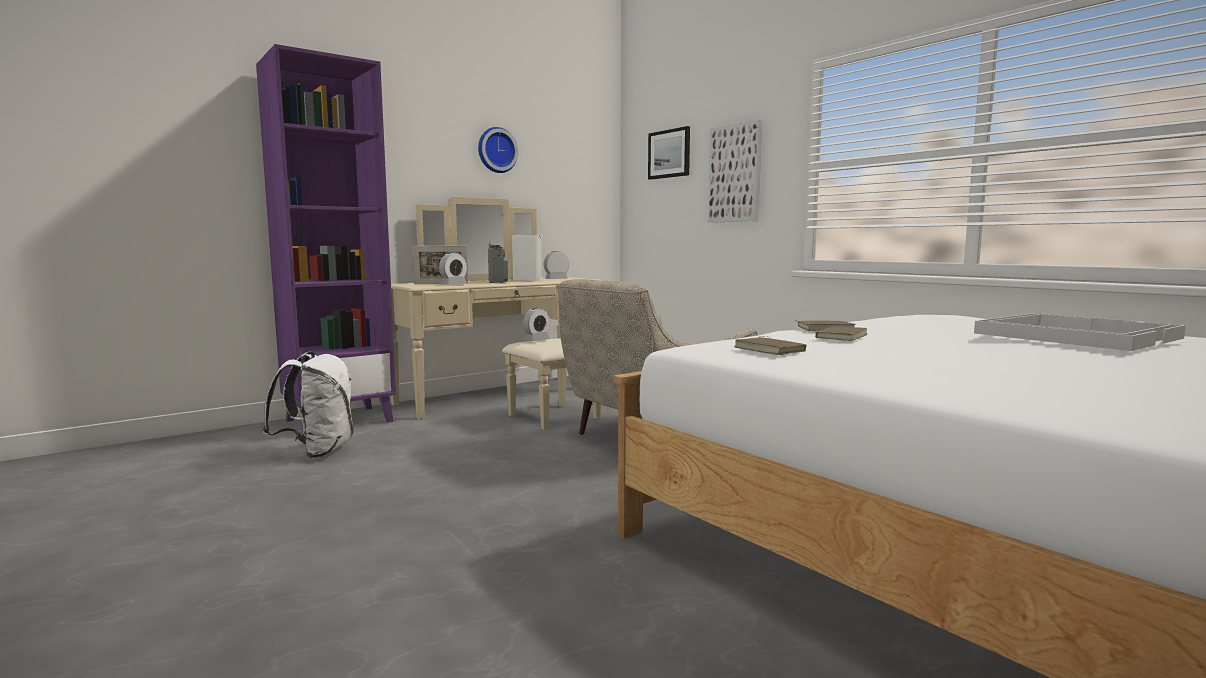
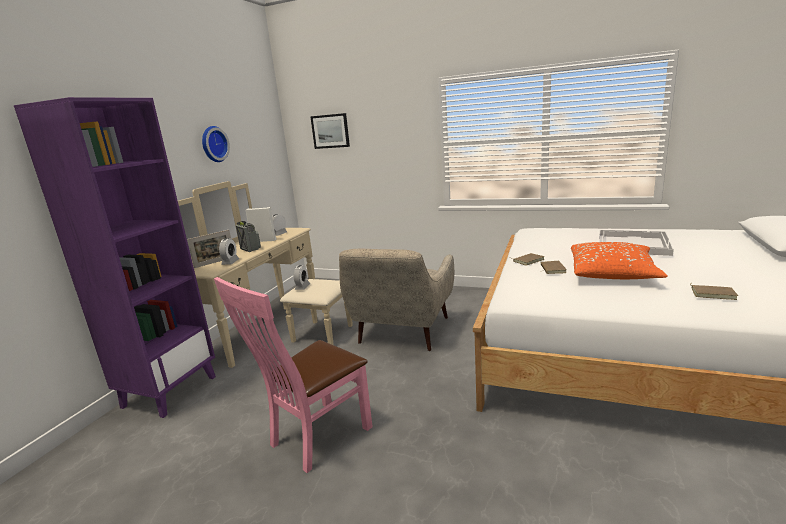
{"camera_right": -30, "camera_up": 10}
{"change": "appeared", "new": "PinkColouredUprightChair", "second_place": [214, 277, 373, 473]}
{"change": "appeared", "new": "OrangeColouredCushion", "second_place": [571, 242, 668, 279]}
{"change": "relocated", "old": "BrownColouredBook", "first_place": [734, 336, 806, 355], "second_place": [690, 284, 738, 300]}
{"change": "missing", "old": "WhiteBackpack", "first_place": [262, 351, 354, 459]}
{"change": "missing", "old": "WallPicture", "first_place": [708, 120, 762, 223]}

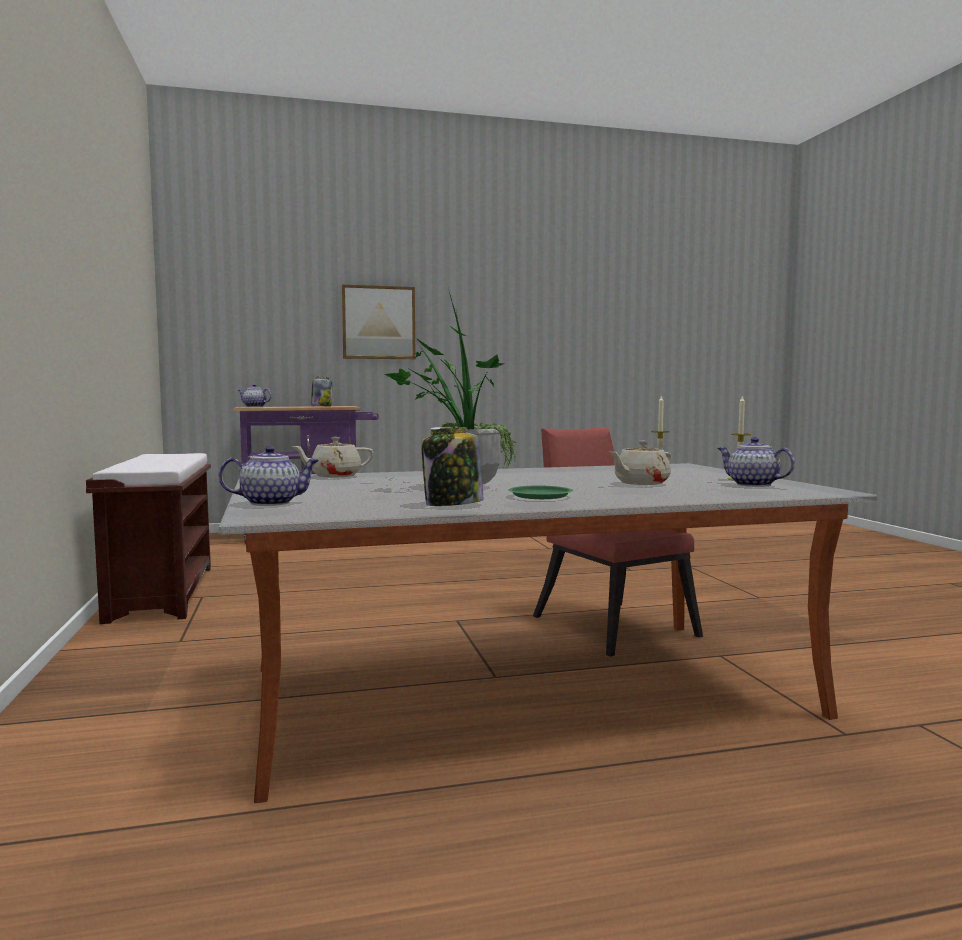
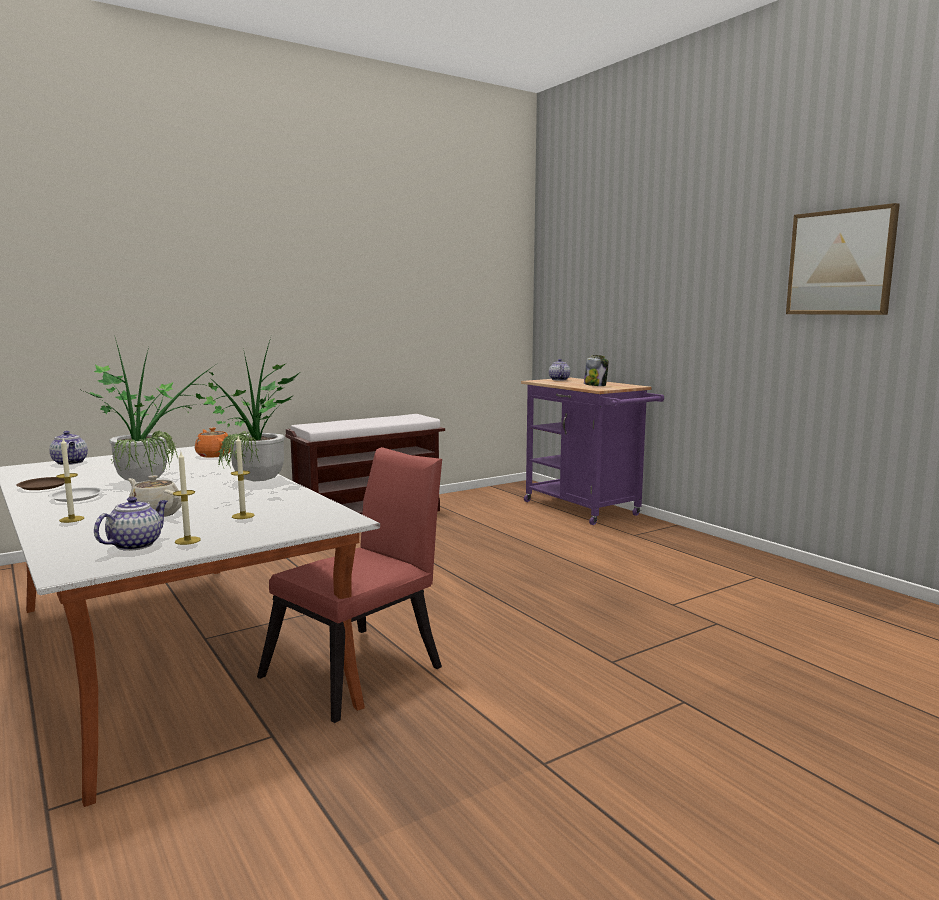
{"camera_right": 70, "camera_up": 5}
{"change": "exchanged", "old": "PreserveJar", "new": "BrownColouredDinnerPlate", "first_place": [421, 427, 484, 506], "second_place": [16, 477, 65, 490]}
{"change": "colour", "old": "GreenDinnerPlate", "new": "WhiteDinnerPlate", "first_place": [508, 486, 573, 499], "second_place": [49, 487, 103, 502]}
{"change": "appeared", "new": "Candle", "second_place": [56, 439, 84, 523]}
{"change": "colour", "old": "SandColouredPotForTea", "new": "OrangeColouredPotForTea", "first_place": [292, 437, 374, 478], "second_place": [195, 427, 230, 458]}
{"change": "appeared", "new": "Houseplant", "second_place": [204, 338, 299, 481]}
{"change": "relocated", "old": "WallPicture", "first_place": [342, 285, 416, 359], "second_place": [786, 203, 900, 315]}

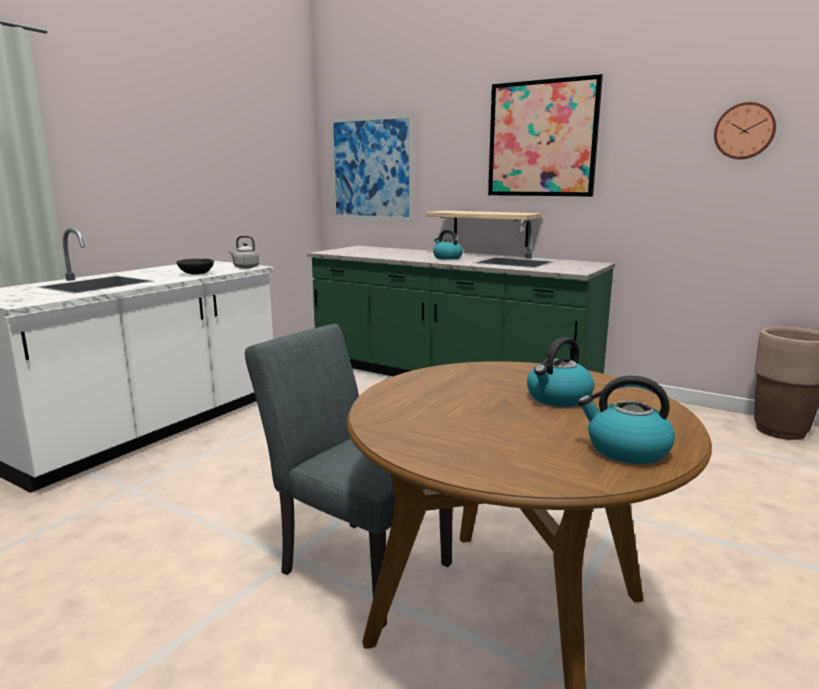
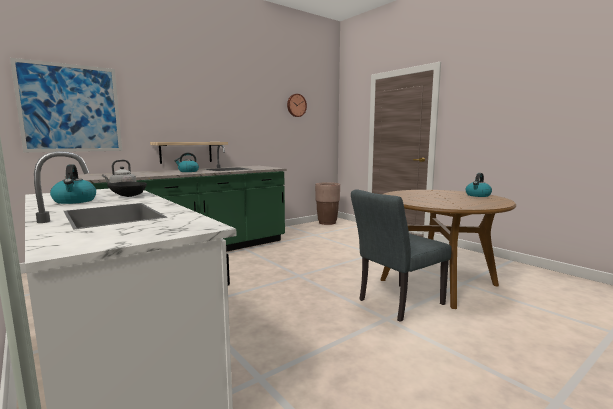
{"camera_right": -70, "camera_up": -5}
{"change": "relocated", "old": "TeaKettle", "first_place": [527, 337, 594, 407], "second_place": [50, 164, 96, 204]}
{"change": "missing", "old": "WallPicture", "first_place": [488, 74, 603, 197]}

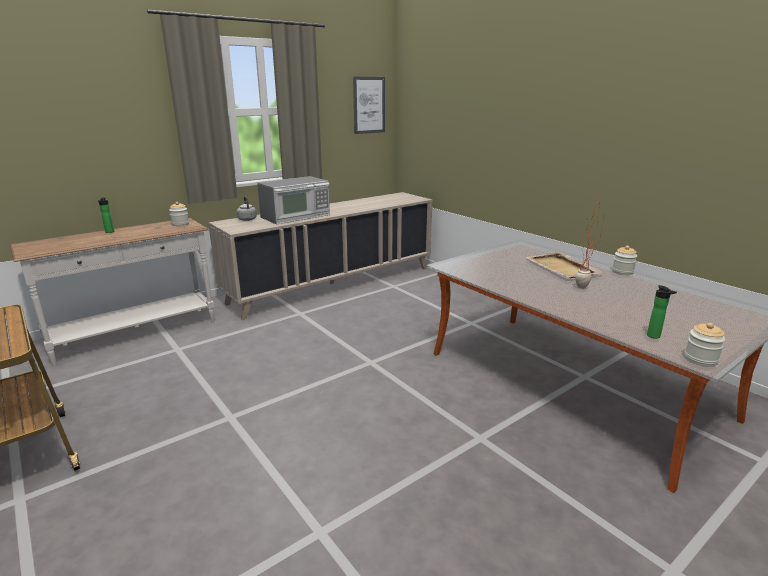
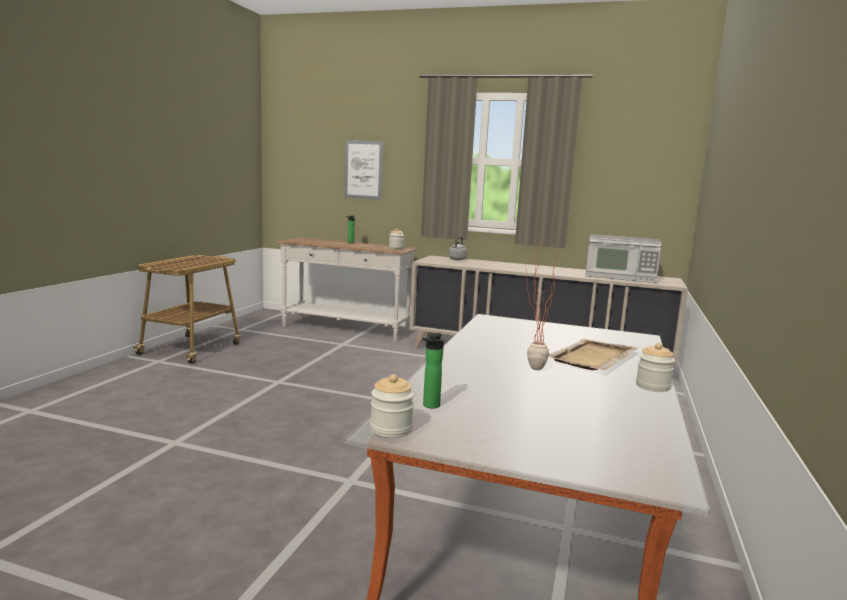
{"camera_right": 55, "camera_up": -10}
{"change": "relocated", "old": "WallPicture", "first_place": [353, 77, 385, 134], "second_place": [344, 140, 383, 200]}
{"change": "relocated", "old": "MicrowaveOven", "first_place": [257, 176, 330, 224], "second_place": [585, 234, 662, 283]}

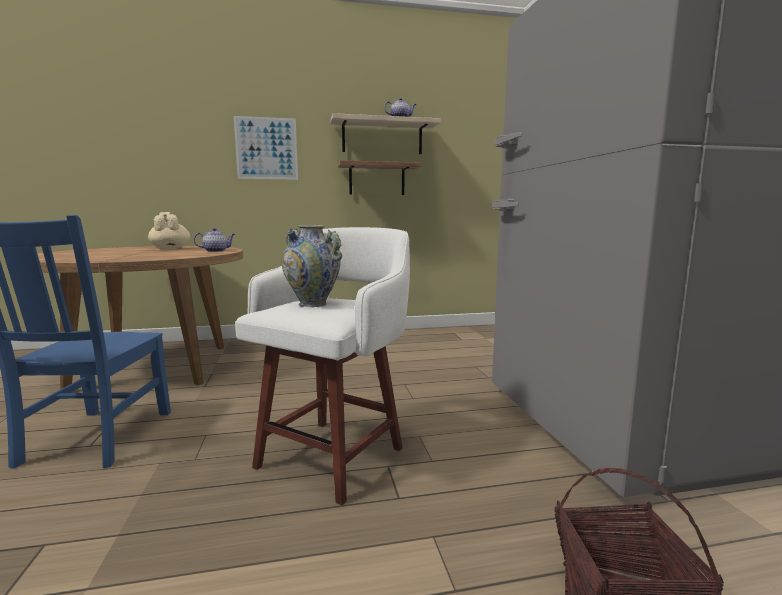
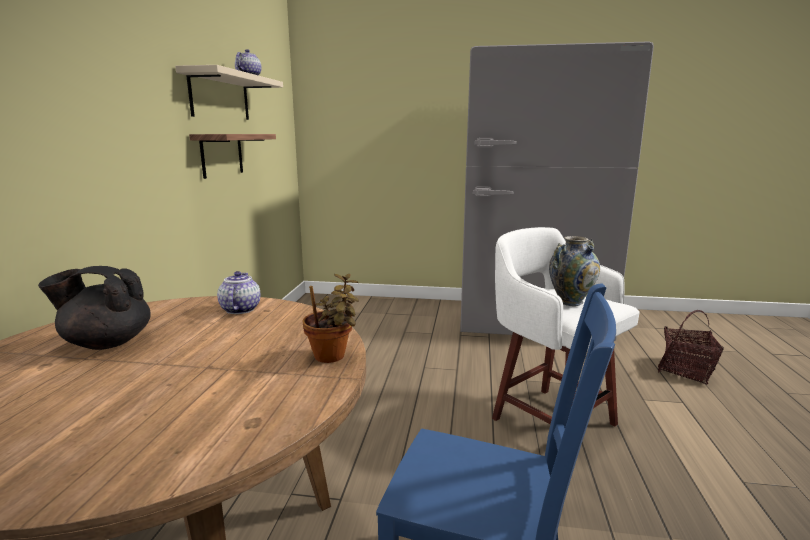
{"camera_right": -70, "camera_up": 5}
{"change": "colour", "old": "SandColouredPotForTea", "new": "BlackColouredPotForTea", "first_place": [148, 212, 190, 250], "second_place": [38, 266, 150, 350]}
{"change": "appeared", "new": "Houseplant", "second_place": [303, 274, 359, 363]}
{"change": "missing", "old": "WallPicture", "first_place": [234, 116, 298, 180]}

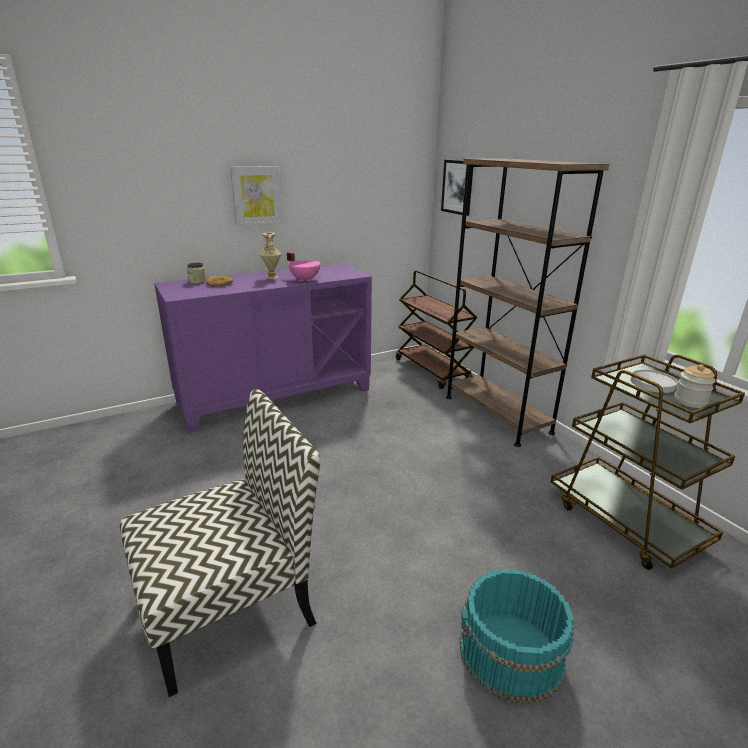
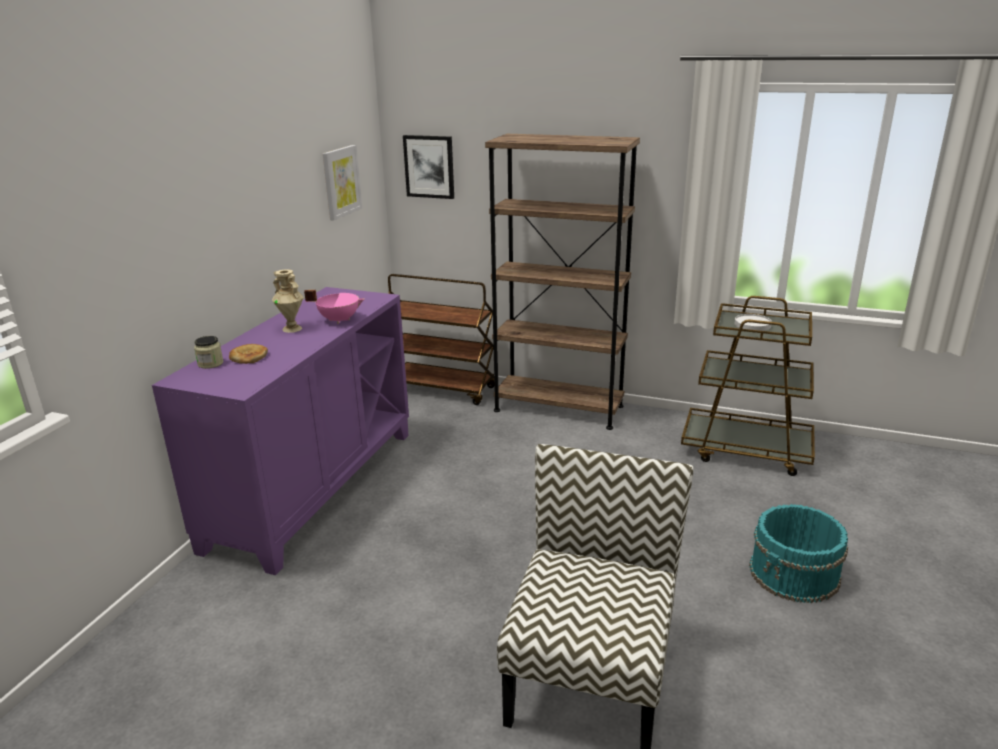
{"camera_right": -40, "camera_up": 0}
{"change": "relocated", "old": "WallPicture", "first_place": [230, 166, 283, 226], "second_place": [323, 145, 362, 221]}
{"change": "missing", "old": "PreserveJar", "first_place": [674, 364, 715, 408]}

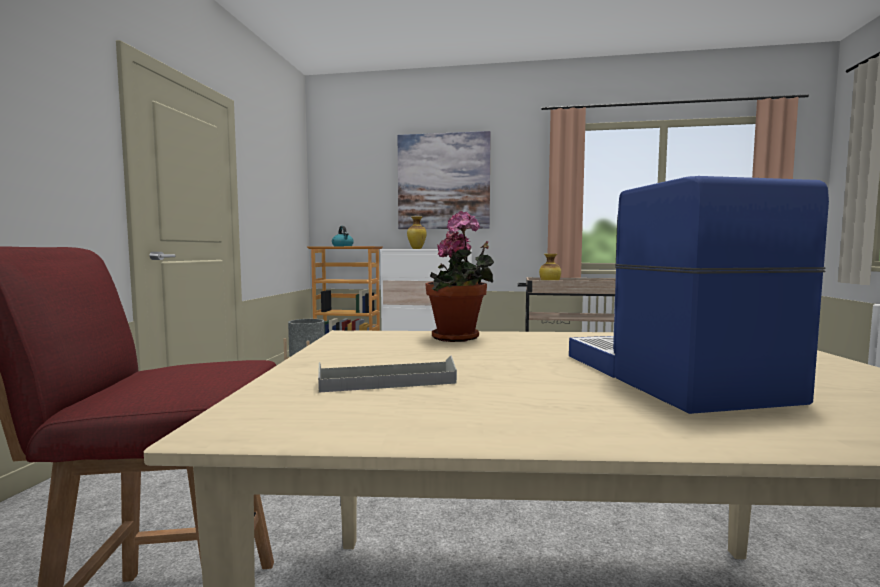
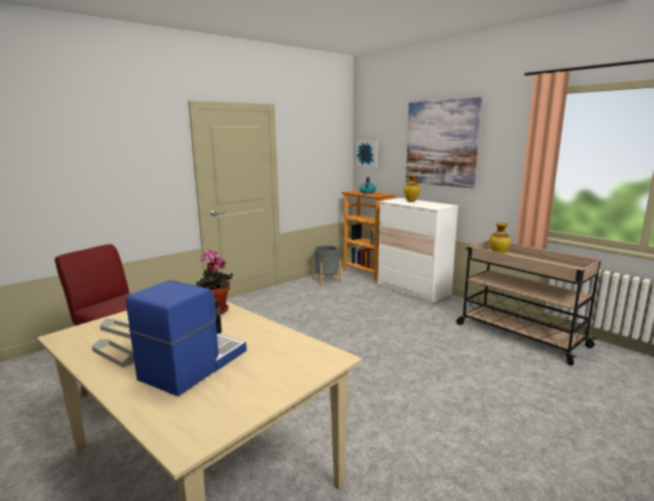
{"camera_right": 40, "camera_up": 10}
{"change": "appeared", "new": "GreyServingTray", "second_place": [92, 339, 134, 368]}
{"change": "appeared", "new": "WallPicture", "second_place": [356, 139, 378, 168]}

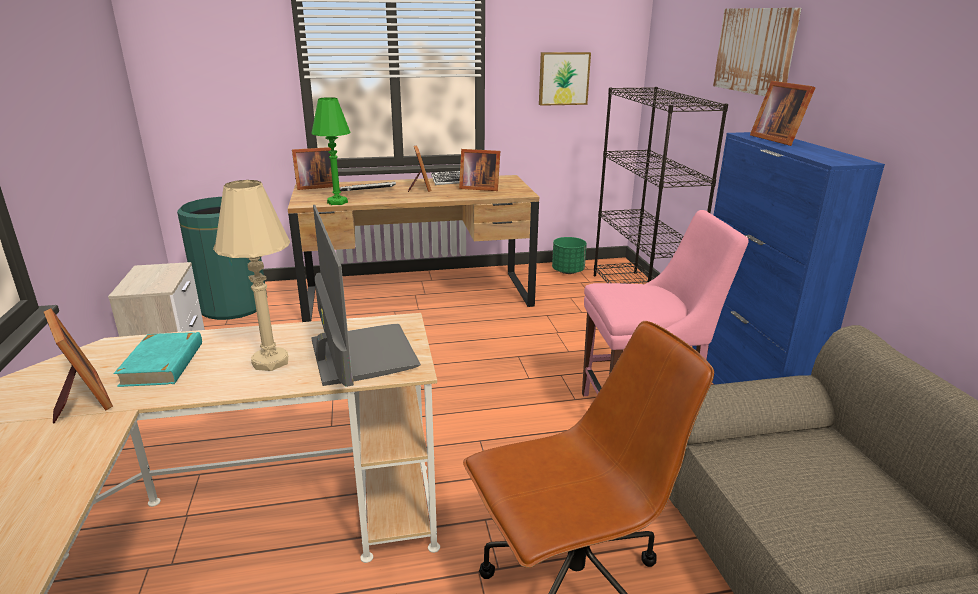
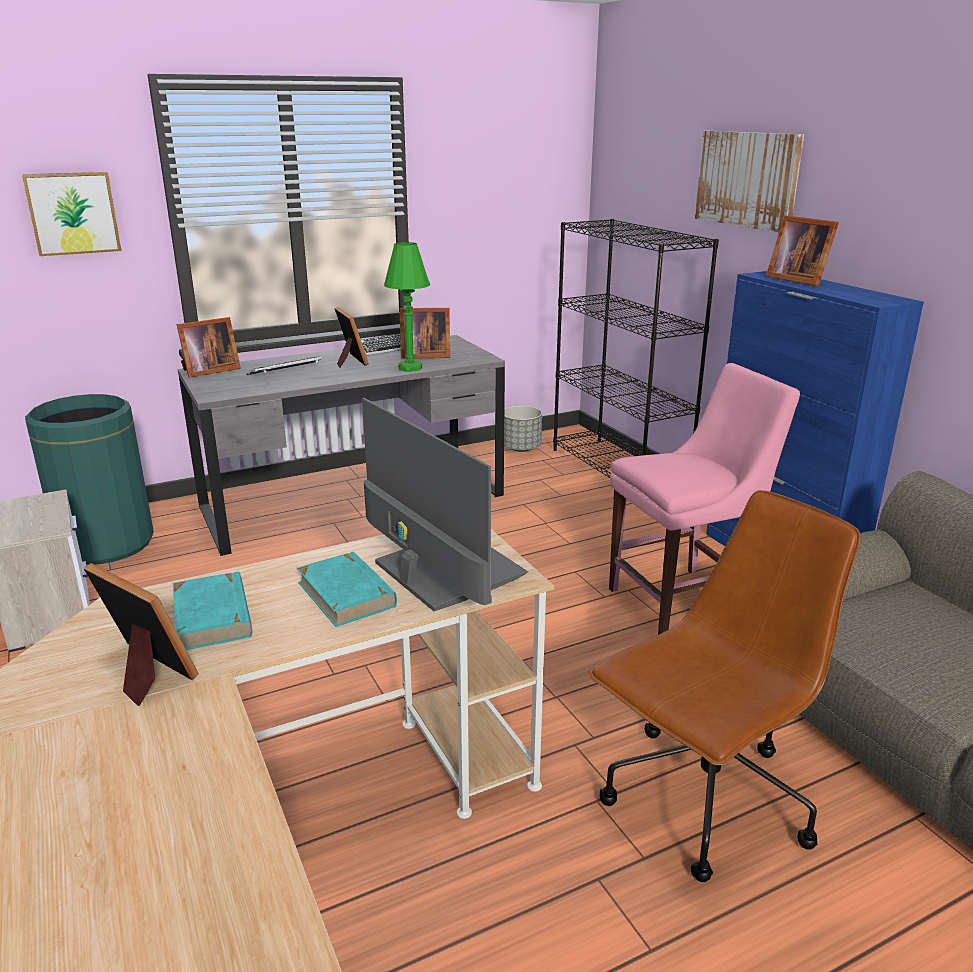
{"camera_right": -15, "camera_up": 0}
{"change": "relocated", "old": "WallPicture", "first_place": [539, 52, 591, 106], "second_place": [22, 172, 121, 256]}
{"change": "colour", "old": "BrownColouredDesk", "new": "GreyDesk", "first_place": [288, 175, 539, 322], "second_place": [178, 335, 505, 556]}
{"change": "exchanged", "old": "SandColouredLampForATable", "new": "TurquoiseBook", "first_place": [213, 180, 290, 371], "second_place": [297, 552, 397, 627]}
{"change": "relocated", "old": "GreenLampForATable", "first_place": [311, 97, 350, 205], "second_place": [384, 242, 430, 372]}
{"change": "colour", "old": "GreenFlowerPot", "new": "GreyFlowerPot", "first_place": [552, 237, 587, 274], "second_place": [504, 406, 542, 452]}

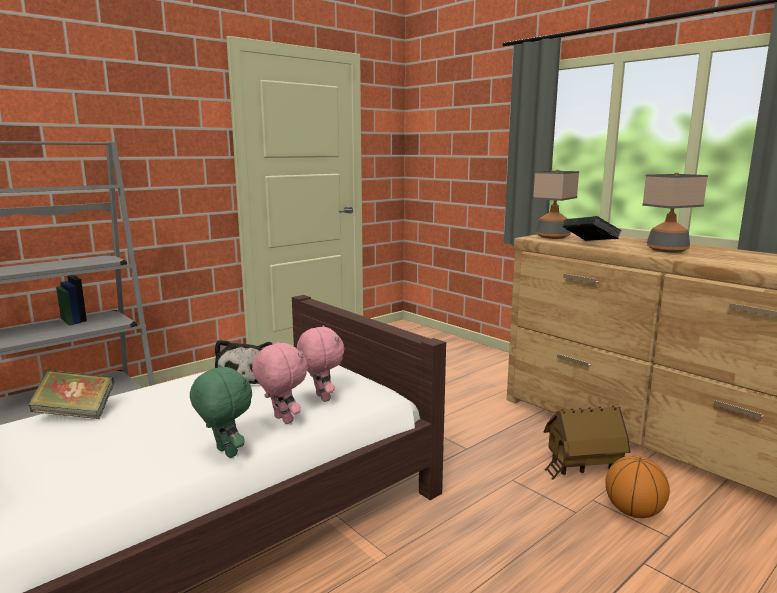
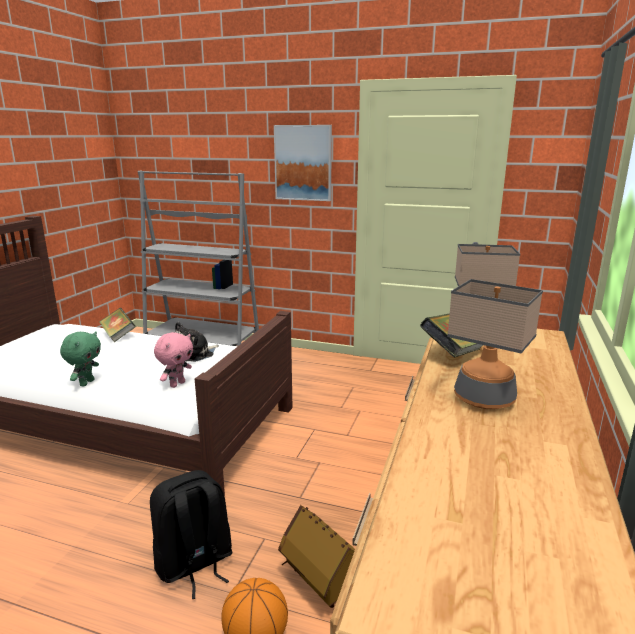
{"camera_right": 60, "camera_up": 5}
{"change": "appeared", "new": "BlackColouredBackpack", "second_place": [150, 470, 233, 599]}
{"change": "appeared", "new": "WallPicture", "second_place": [274, 125, 332, 201]}
{"change": "missing", "old": "PinkColouredPlushToy", "first_place": [252, 341, 308, 424]}

